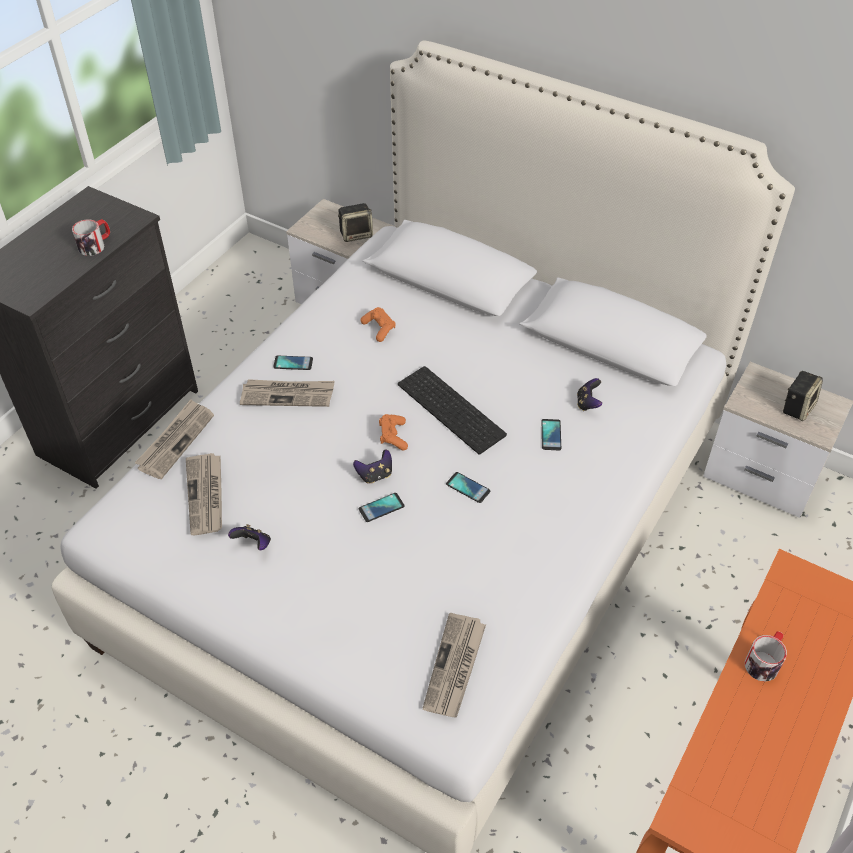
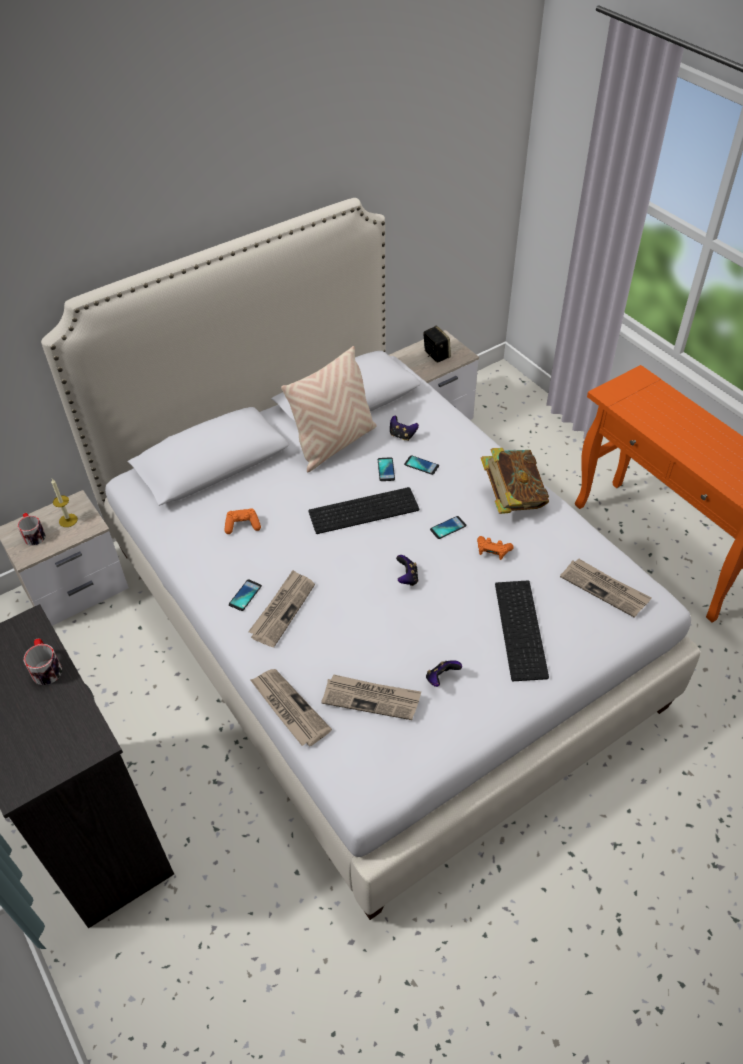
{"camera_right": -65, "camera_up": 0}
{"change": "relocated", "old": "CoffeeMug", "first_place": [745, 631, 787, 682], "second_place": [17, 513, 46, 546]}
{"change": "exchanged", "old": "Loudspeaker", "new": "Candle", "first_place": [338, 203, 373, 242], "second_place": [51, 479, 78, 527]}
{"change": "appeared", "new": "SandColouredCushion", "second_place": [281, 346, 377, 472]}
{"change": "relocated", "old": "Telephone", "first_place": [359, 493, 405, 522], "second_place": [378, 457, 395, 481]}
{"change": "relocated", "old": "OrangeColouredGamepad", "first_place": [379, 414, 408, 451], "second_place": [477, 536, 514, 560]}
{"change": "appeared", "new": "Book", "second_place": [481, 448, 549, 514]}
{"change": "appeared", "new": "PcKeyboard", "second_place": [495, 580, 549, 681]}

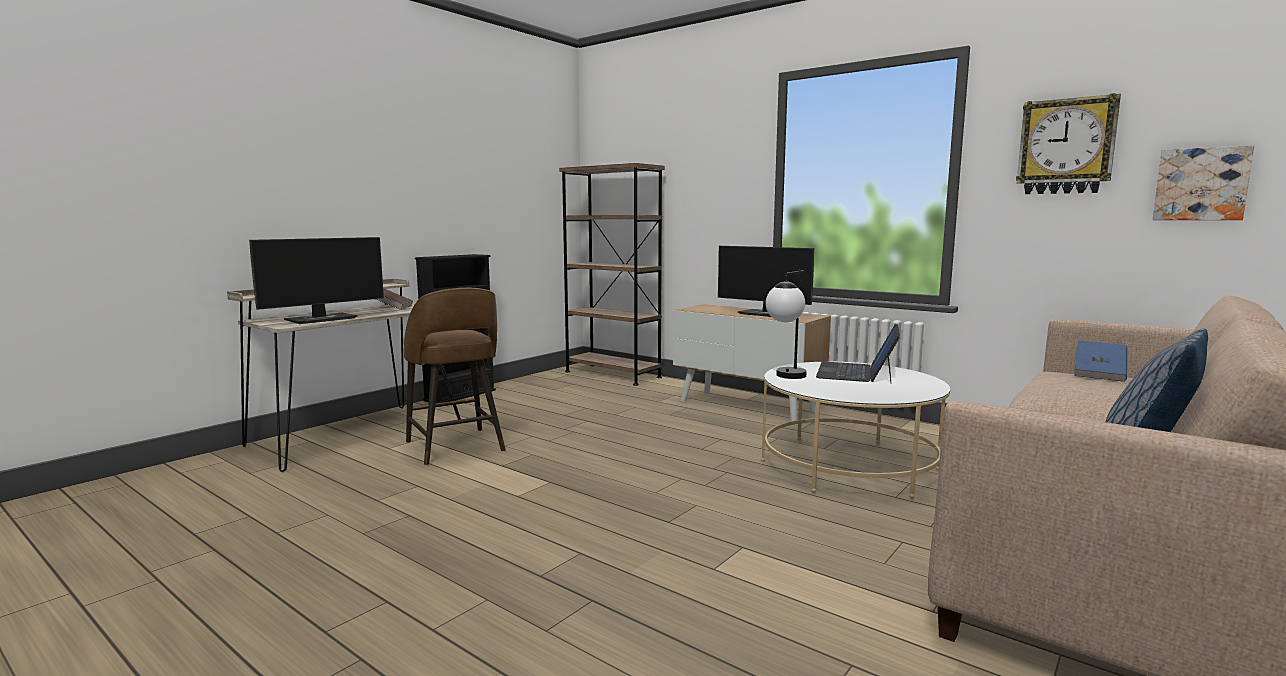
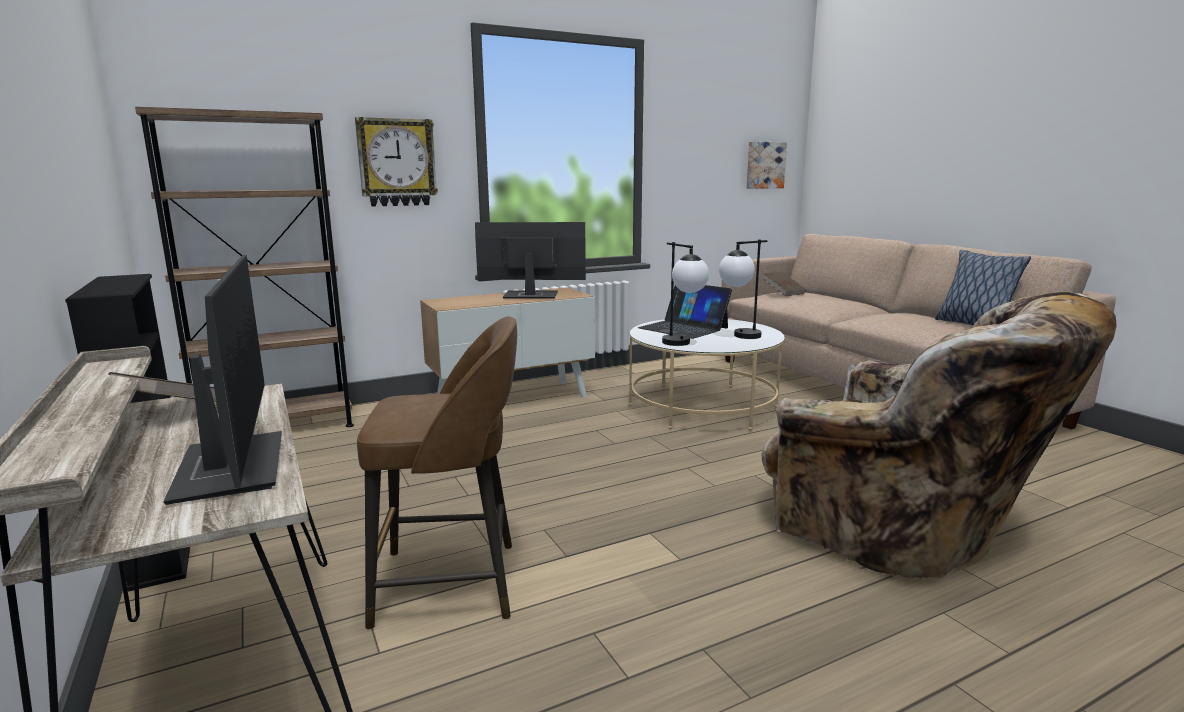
{"camera_right": -65, "camera_up": 5}
{"change": "relocated", "old": "WallClock", "first_place": [1016, 93, 1121, 194], "second_place": [355, 117, 438, 207]}
{"change": "spun", "old": "ComputerScreen", "first_place": [718, 246, 814, 317], "second_place": [475, 222, 586, 299], "degrees": -150}
{"change": "appeared", "new": "LampForATable", "second_place": [719, 239, 768, 339]}
{"change": "appeared", "new": "SandColouredEasyChair", "second_place": [761, 292, 1117, 579]}
{"change": "colour", "old": "BlueColouredBook", "new": "BrownColouredBook", "first_place": [1074, 341, 1127, 382], "second_place": [762, 272, 806, 296]}

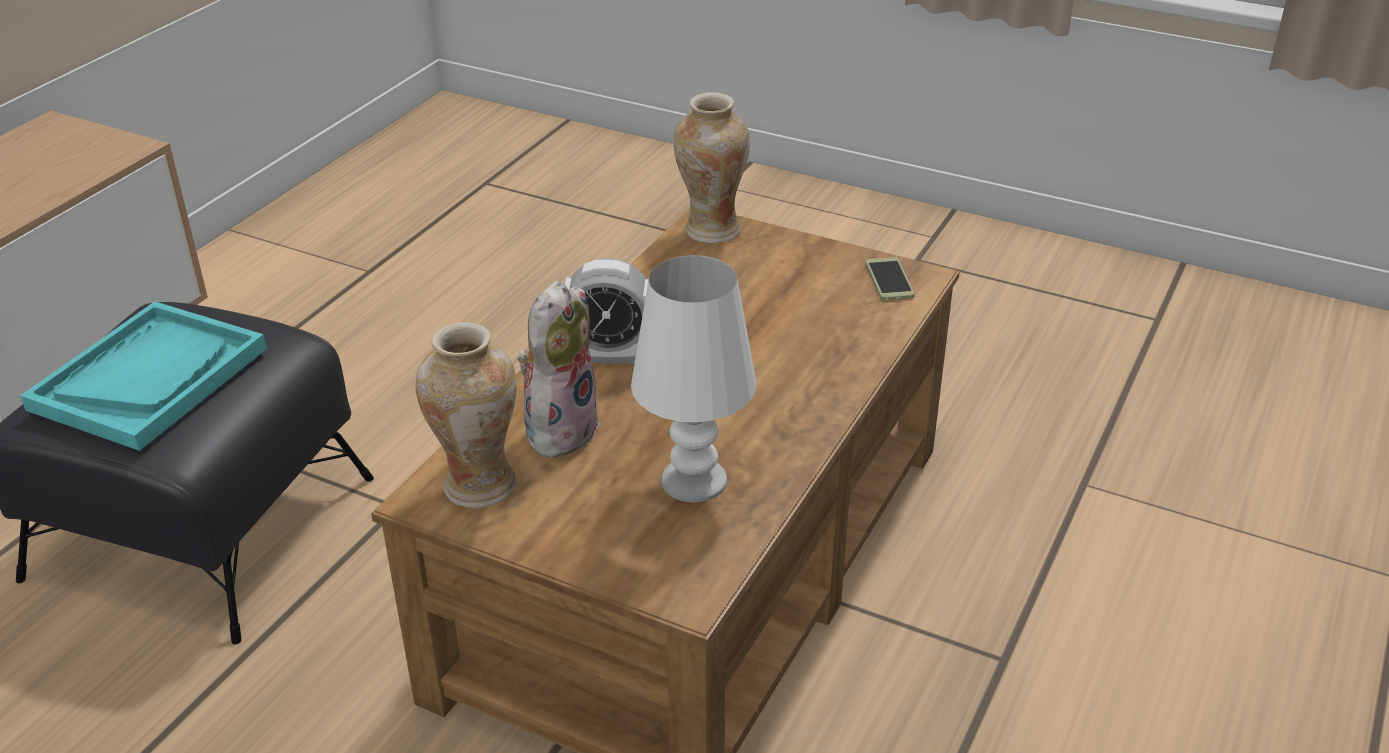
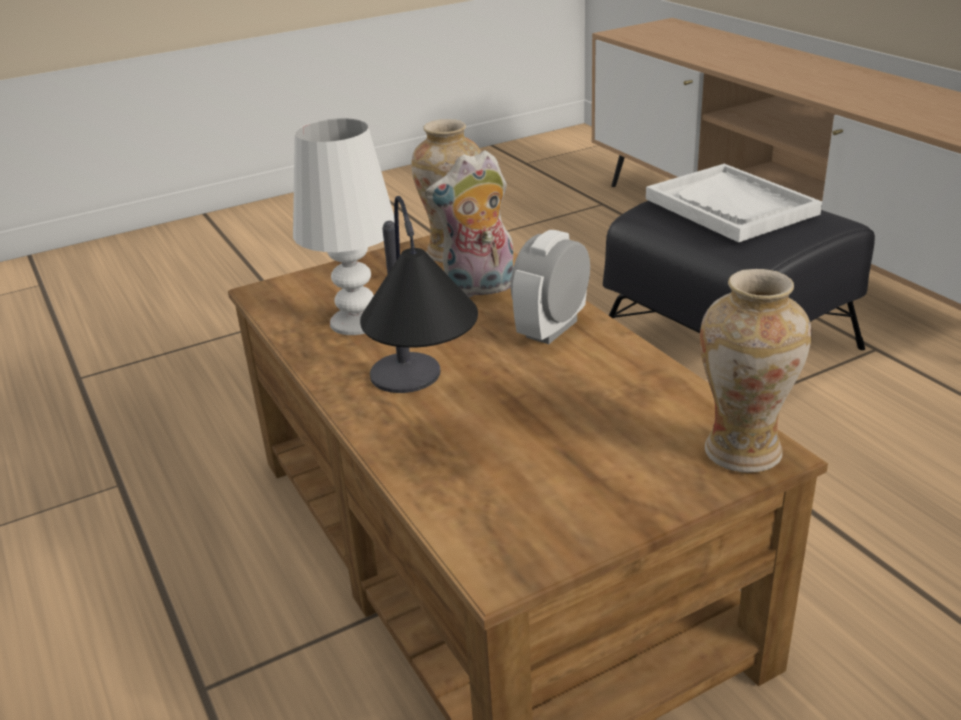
{"camera_right": 125, "camera_up": -5}
{"change": "appeared", "new": "LampForATable", "second_place": [360, 196, 478, 393]}
{"change": "spun", "old": "PlushToy", "first_place": [518, 281, 601, 459], "second_place": [425, 150, 513, 298], "degrees": 105}
{"change": "colour", "old": "TurquoiseServingTray", "new": "WhiteServingTray", "first_place": [20, 301, 267, 451], "second_place": [646, 164, 822, 243]}
{"change": "missing", "old": "Telephone", "first_place": [865, 257, 915, 301]}

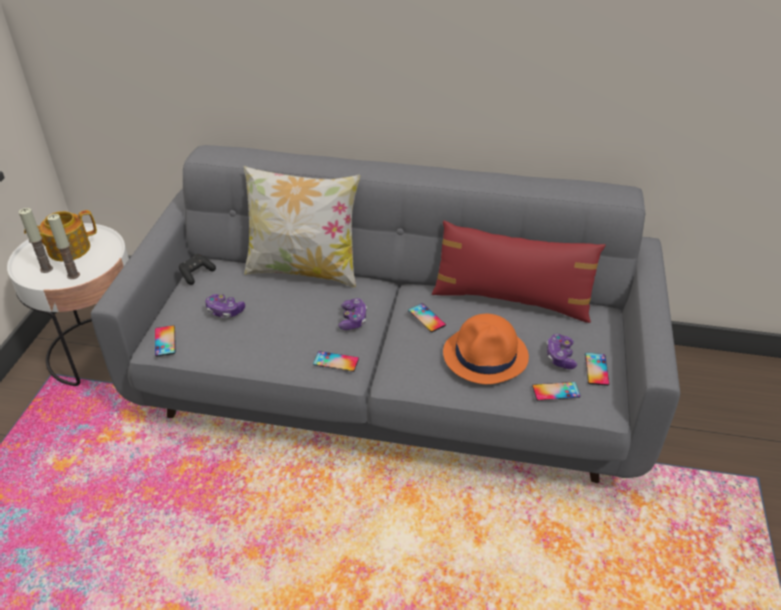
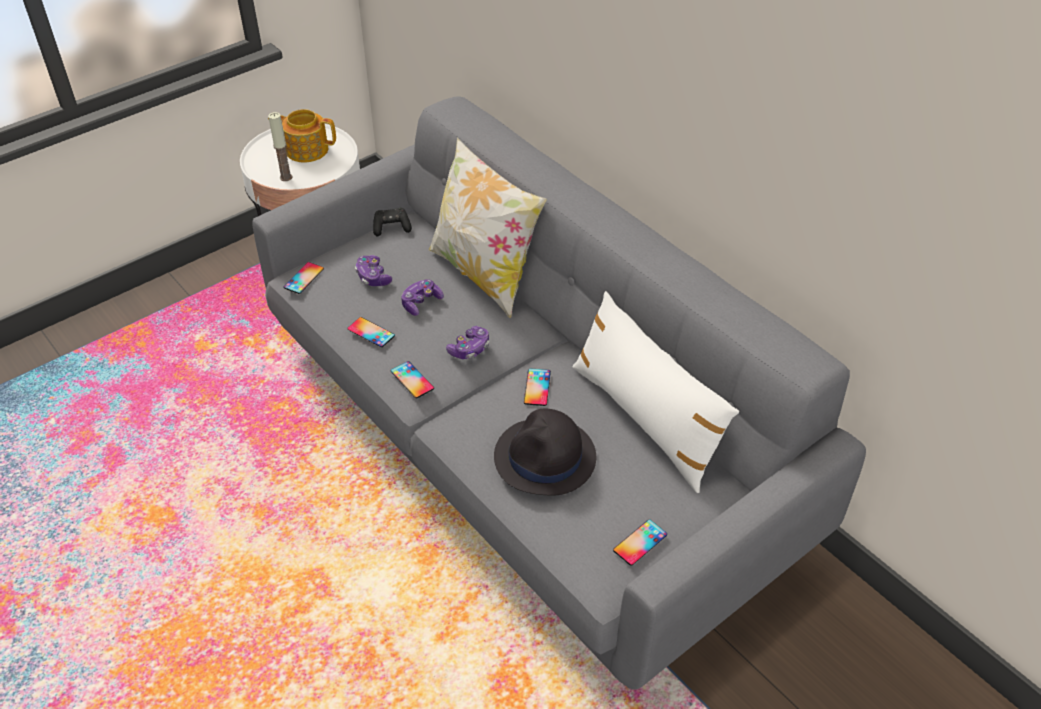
{"camera_right": 40, "camera_up": 5}
{"change": "relocated", "old": "Telephone", "first_place": [532, 382, 581, 400], "second_place": [348, 317, 395, 347]}
{"change": "relocated", "old": "Gamepad", "first_place": [546, 334, 578, 369], "second_place": [401, 279, 444, 316]}
{"change": "colour", "old": "OrangeColouredHat", "new": "BlackColouredHat", "first_place": [443, 314, 529, 384], "second_place": [494, 409, 596, 496]}
{"change": "colour", "old": "RedCushion", "new": "WhiteCushion", "first_place": [432, 220, 606, 323], "second_place": [572, 291, 739, 493]}
{"change": "missing", "old": "Candle", "first_place": [19, 208, 53, 273]}

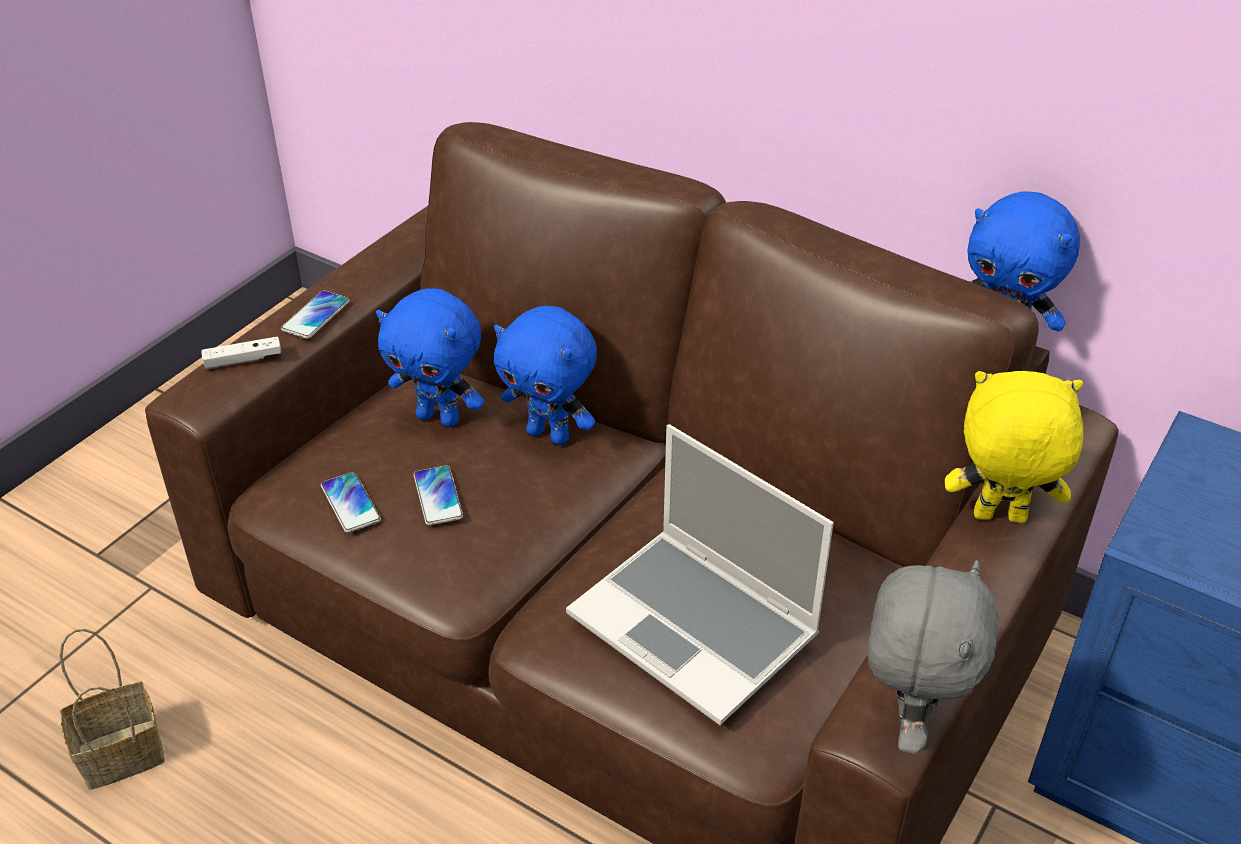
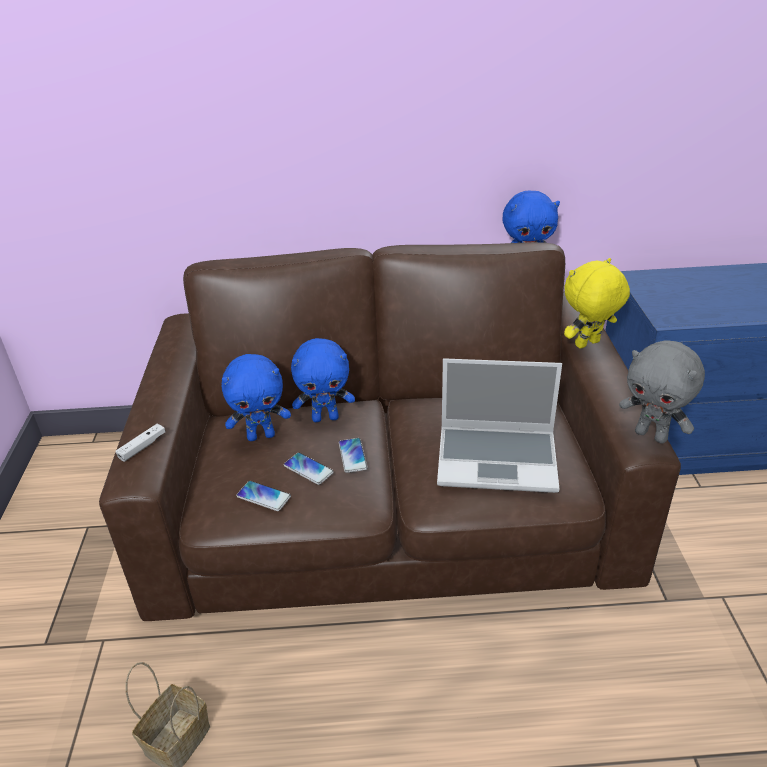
{"camera_right": -35, "camera_up": -5}
{"change": "relocated", "old": "Telephone", "first_place": [281, 291, 350, 339], "second_place": [339, 438, 368, 473]}
{"change": "spun", "old": "GreyPlushToy", "first_place": [868, 560, 999, 754], "second_place": [619, 340, 705, 444], "degrees": 150}

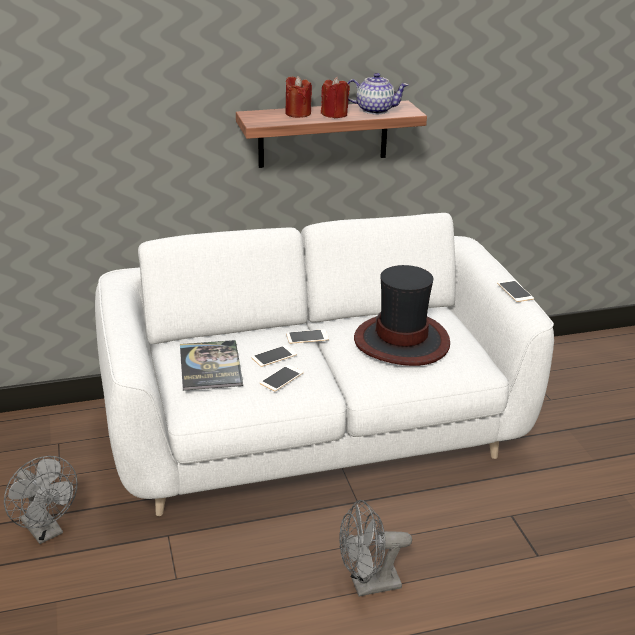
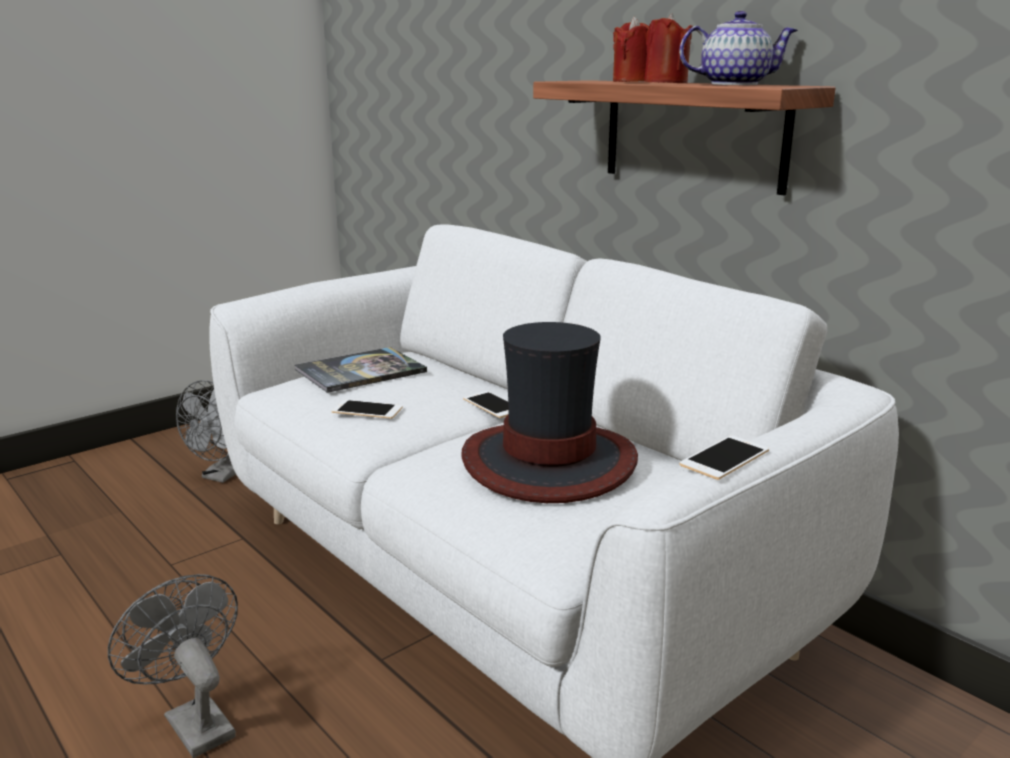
{"camera_right": 65, "camera_up": -10}
{"change": "spun", "old": "PotForTea", "first_place": [347, 73, 408, 115], "second_place": [679, 11, 798, 85], "degrees": -75}
{"change": "missing", "old": "Telephone", "first_place": [251, 345, 297, 367]}

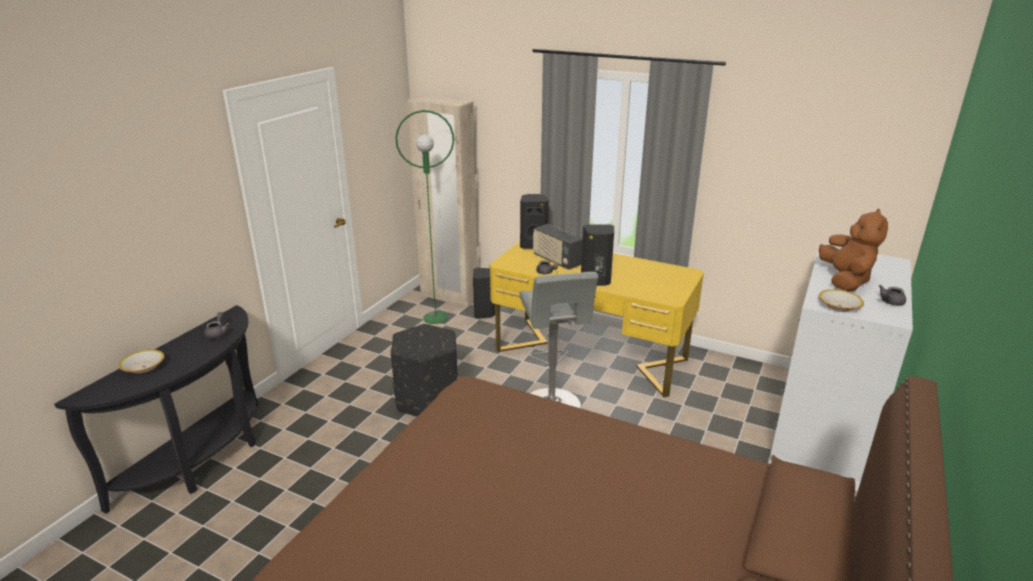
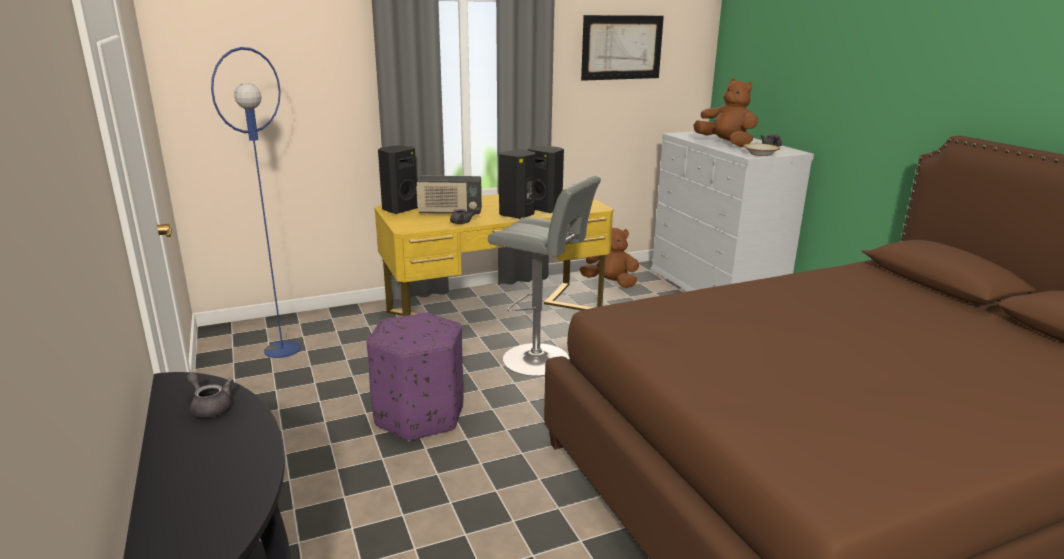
{"camera_right": -50, "camera_up": -5}
{"change": "colour", "old": "GreenStandardLamp", "new": "BlueColouredStandardLamp", "first_place": [395, 110, 454, 324], "second_place": [211, 47, 301, 358]}
{"change": "colour", "old": "BlackColouredFootrest", "new": "PurpleFootrest", "first_place": [391, 324, 458, 417], "second_place": [367, 312, 464, 441]}
{"change": "relocated", "old": "BlackColouredLoudspeaker", "first_place": [473, 268, 495, 319], "second_place": [528, 146, 564, 213]}
{"change": "appeared", "new": "BrownColouredPlushToy", "second_place": [580, 228, 639, 288]}
{"change": "appeared", "new": "WallPicture", "second_place": [581, 15, 664, 81]}
{"change": "missing", "old": "DeepDish", "first_place": [119, 349, 165, 374]}
{"change": "missing", "old": "SandColouredClothesCupboard", "first_place": [407, 96, 478, 307]}

